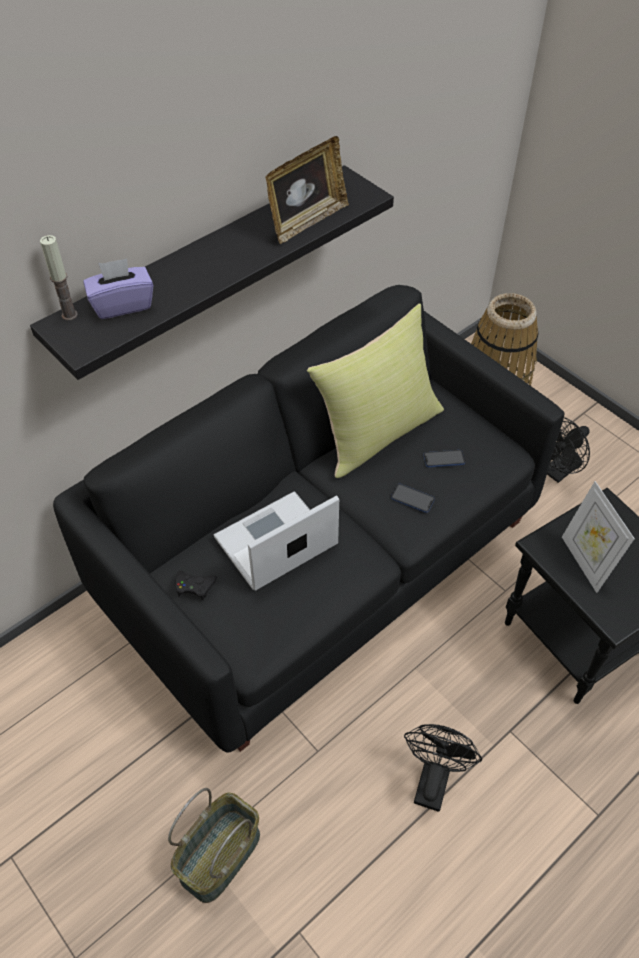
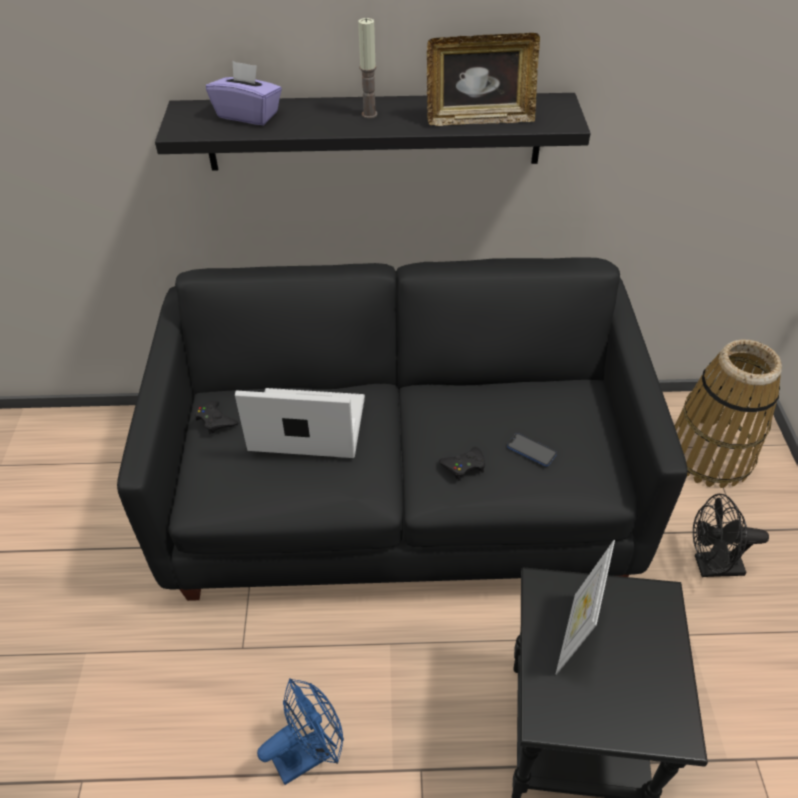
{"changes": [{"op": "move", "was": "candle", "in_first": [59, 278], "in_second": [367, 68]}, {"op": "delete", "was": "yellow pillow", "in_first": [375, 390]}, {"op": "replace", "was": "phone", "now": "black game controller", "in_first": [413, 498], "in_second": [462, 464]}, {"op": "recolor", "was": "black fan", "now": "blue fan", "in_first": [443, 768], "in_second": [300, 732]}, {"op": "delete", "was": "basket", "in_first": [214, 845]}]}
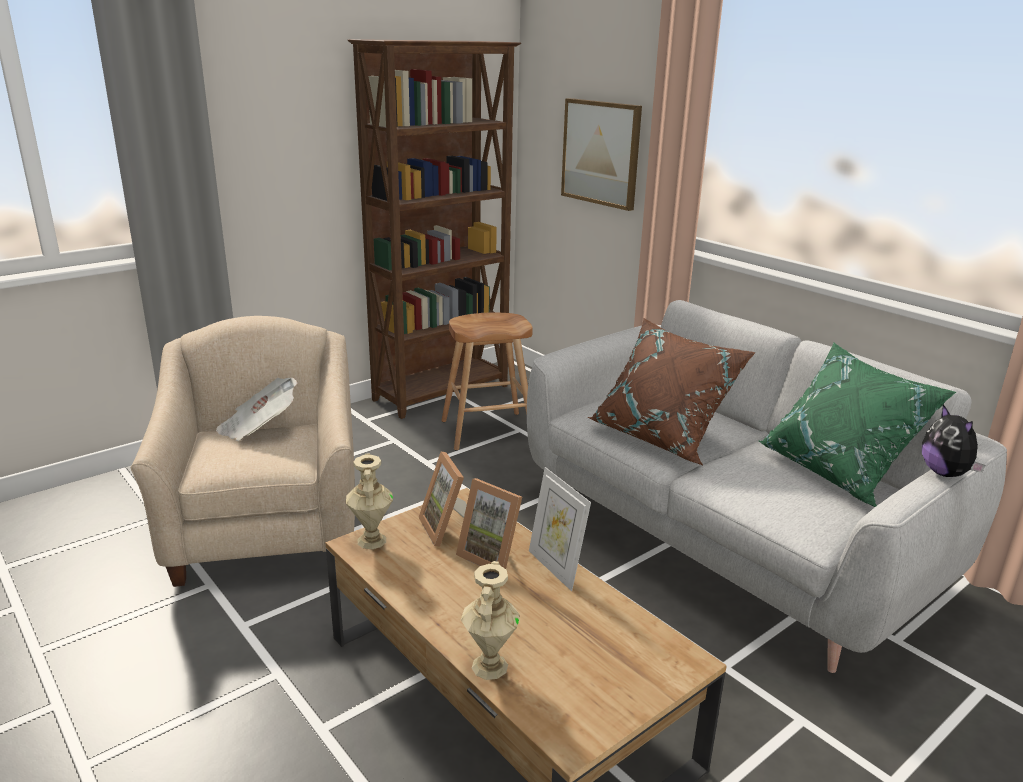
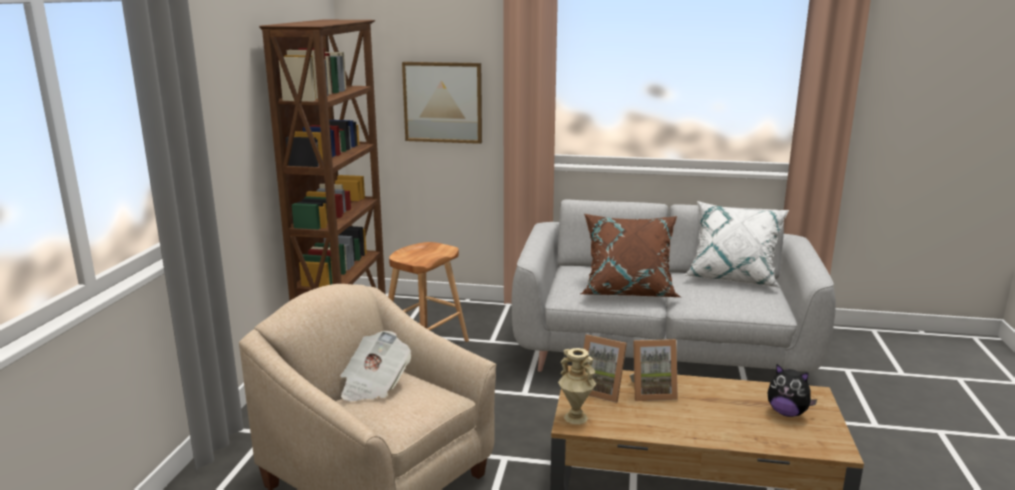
{"changes": [{"op": "recolor", "was": "green pillow", "now": "white pillow", "in_first": [857, 425], "in_second": [736, 244]}, {"op": "move", "was": "plush toy", "in_first": [954, 440], "in_second": [792, 390]}, {"op": "delete", "was": "picture frame", "in_first": [560, 529]}, {"op": "delete", "was": "beige vase", "in_first": [490, 620]}]}
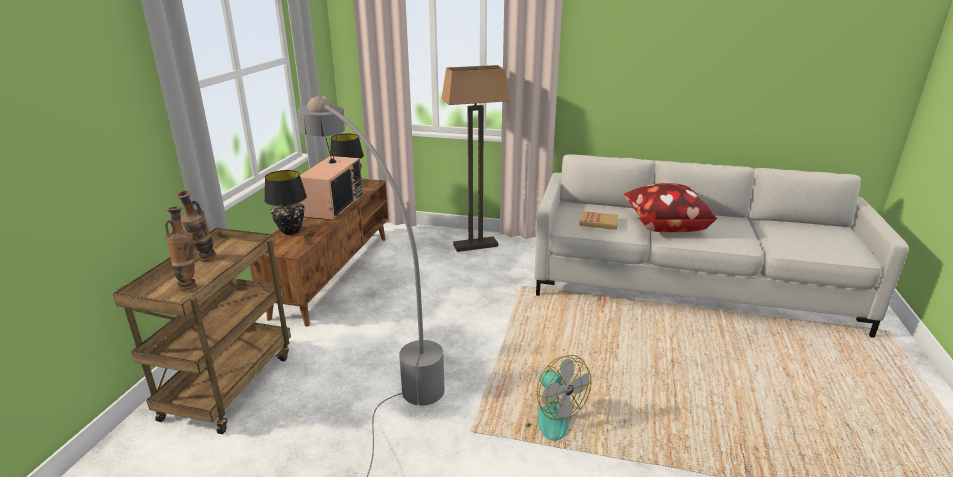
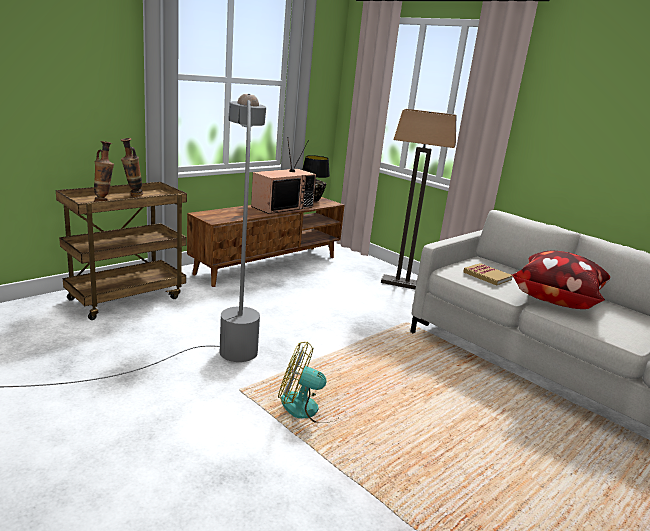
{"changes": [{"op": "delete", "was": "black table lamp", "in_first": [285, 202]}, {"op": "rotate", "was": "fan", "in_first": [558, 398], "in_second": [305, 382], "clockwise": 105}]}
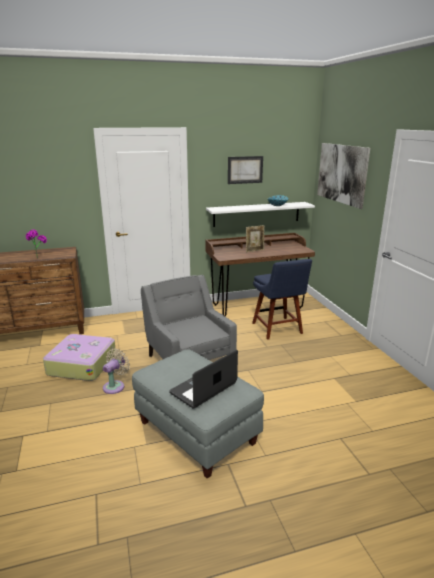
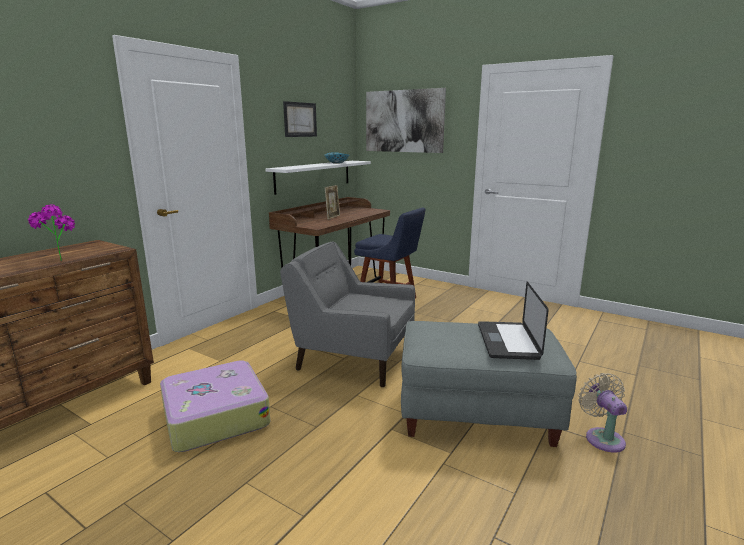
{"changes": [{"op": "move", "was": "beige fan", "in_first": [116, 371], "in_second": [602, 413]}]}
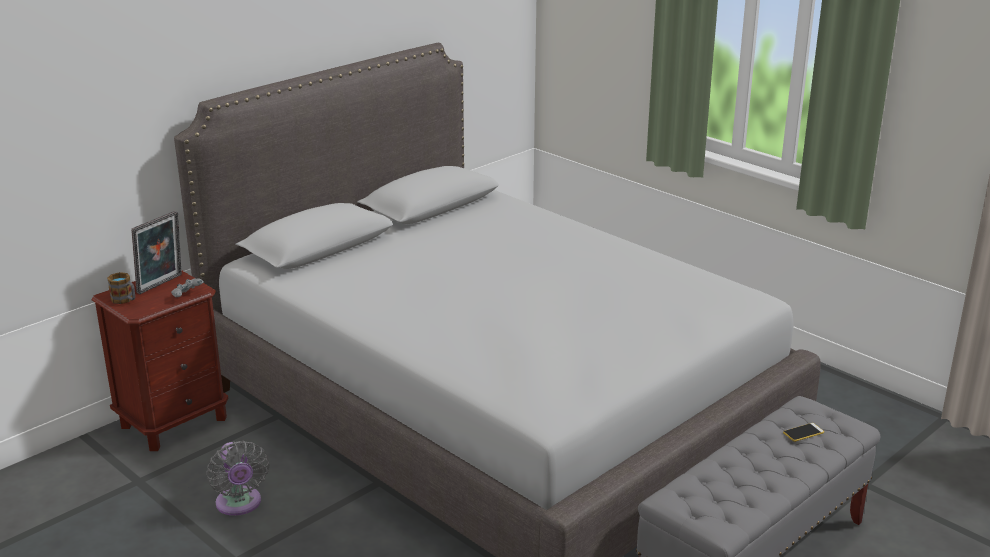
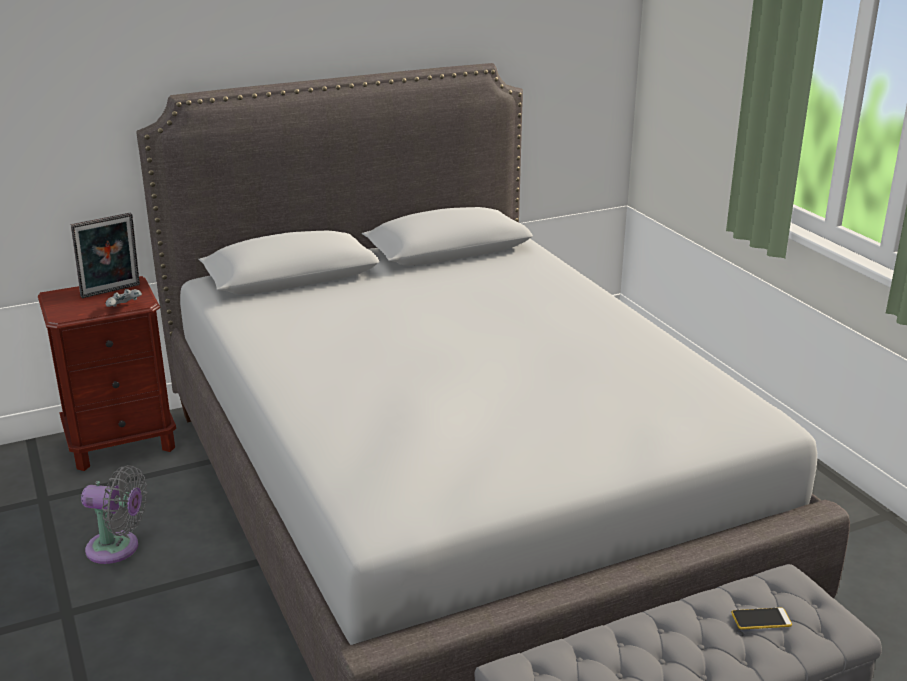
{"changes": [{"op": "delete", "was": "mug", "in_first": [121, 288]}, {"op": "rotate", "was": "grey fan", "in_first": [237, 478], "in_second": [114, 514], "clockwise": -75}]}
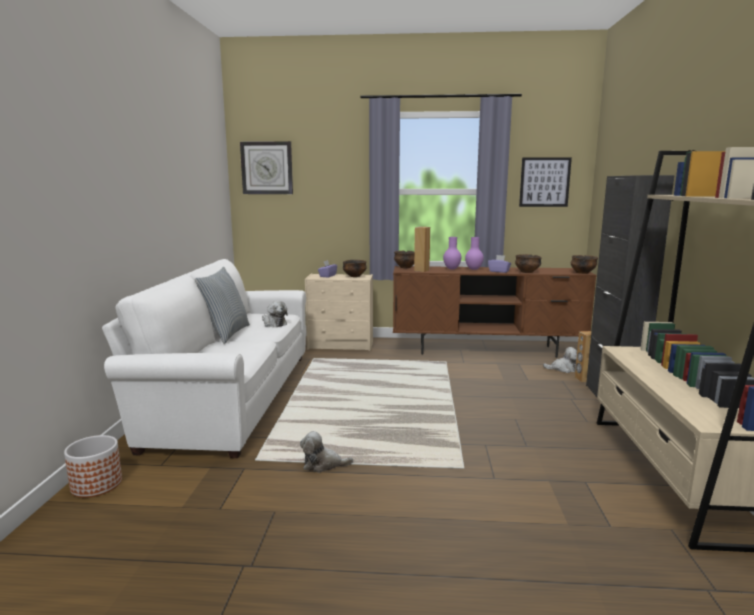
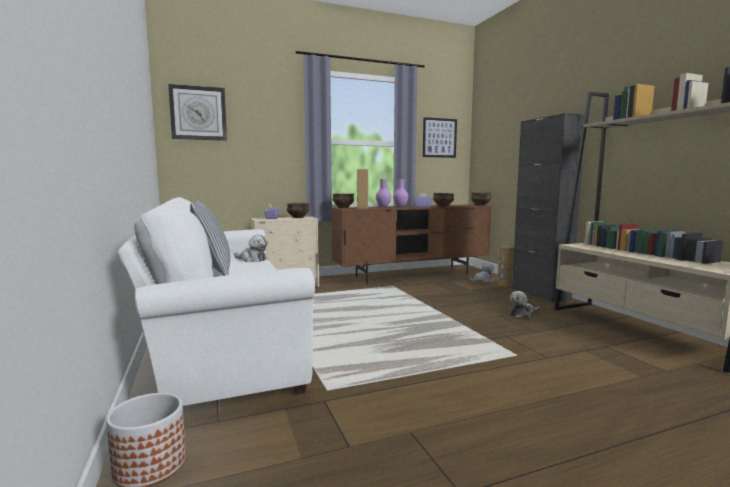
{"changes": [{"op": "move", "was": "plush toy", "in_first": [326, 452], "in_second": [525, 304]}]}
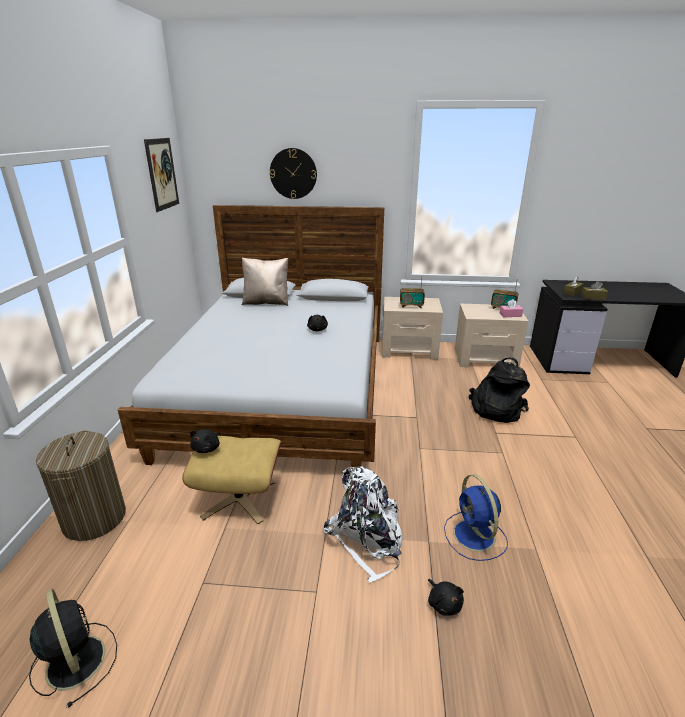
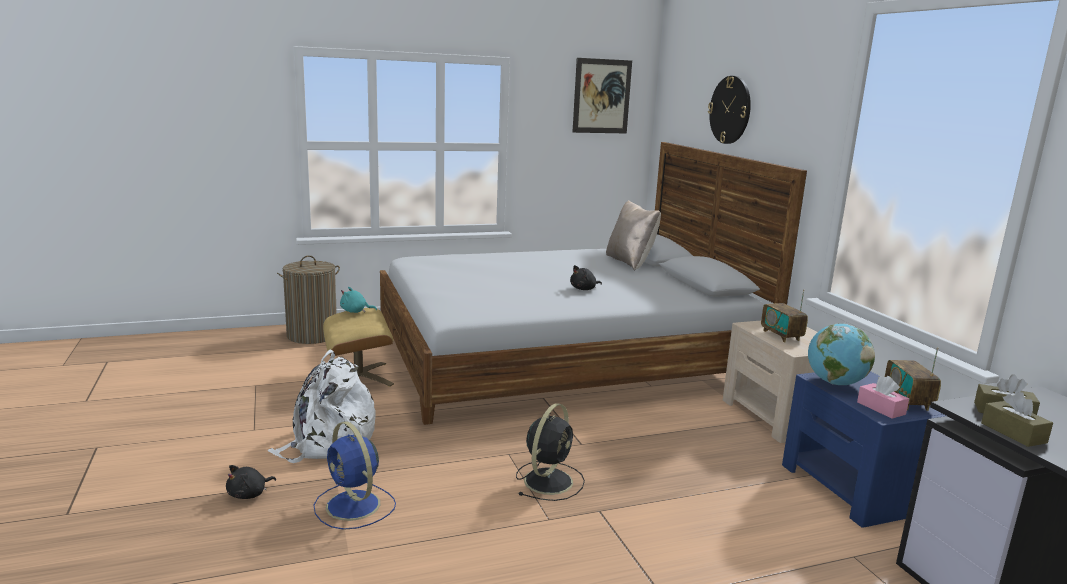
{"changes": [{"op": "recolor", "was": "beige nightstand", "now": "blue nightstand", "in_first": [491, 335], "in_second": [864, 449]}, {"op": "delete", "was": "black backpack", "in_first": [499, 390]}, {"op": "recolor", "was": "black plush toy", "now": "turquoise plush toy", "in_first": [205, 441], "in_second": [358, 300]}, {"op": "rotate", "was": "blue fan", "in_first": [476, 517], "in_second": [355, 475], "clockwise": -90}, {"op": "move", "was": "black fan", "in_first": [73, 648], "in_second": [550, 452]}, {"op": "insert", "now": "globe", "in_second": [841, 354]}]}
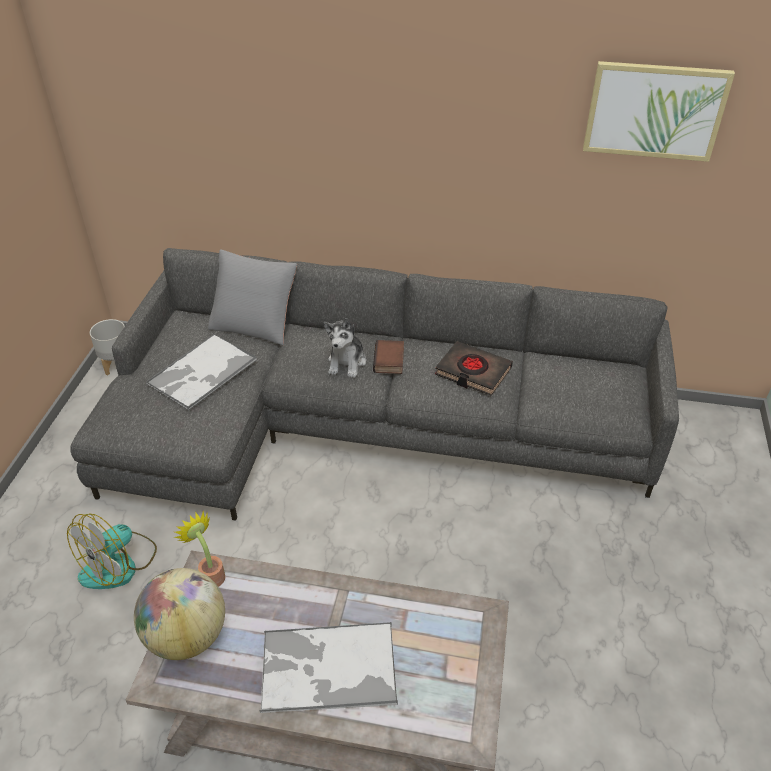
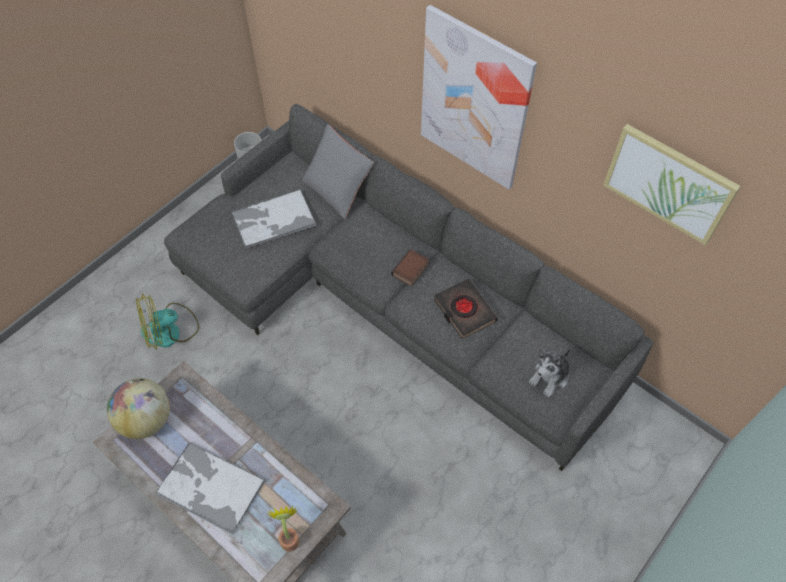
{"changes": [{"op": "move", "was": "plush toy", "in_first": [345, 348], "in_second": [550, 372]}, {"op": "move", "was": "potted plant", "in_first": [199, 549], "in_second": [282, 528]}, {"op": "insert", "now": "picture", "in_second": [479, 97]}]}
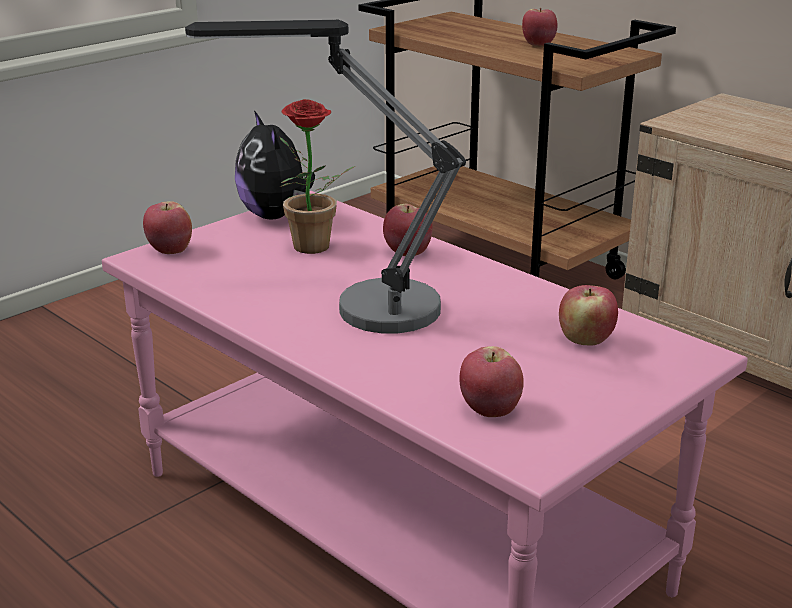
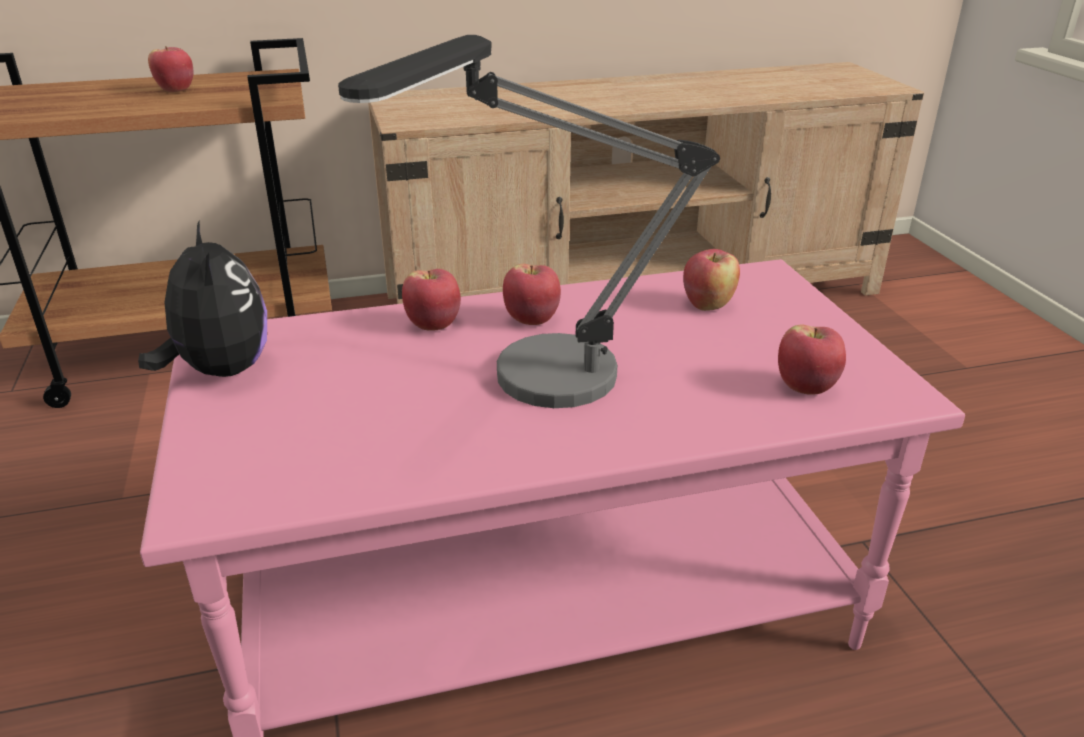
{"changes": [{"op": "delete", "was": "potted plant", "in_first": [317, 176]}, {"op": "rotate", "was": "plush toy", "in_first": [275, 165], "in_second": [202, 298], "clockwise": -120}, {"op": "move", "was": "apple", "in_first": [167, 227], "in_second": [532, 294]}]}
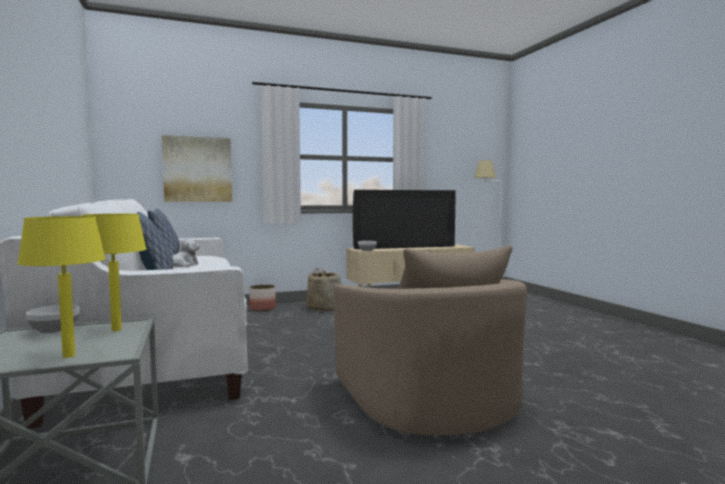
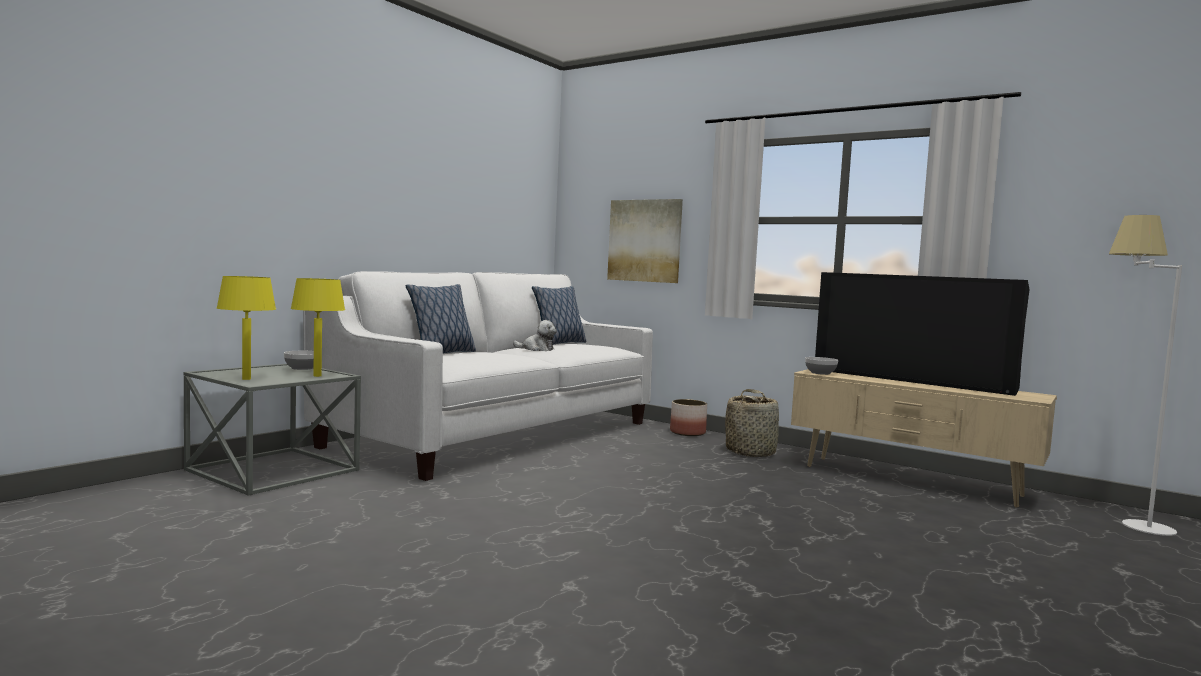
{"changes": [{"op": "delete", "was": "beige armchair", "in_first": [430, 340]}]}
